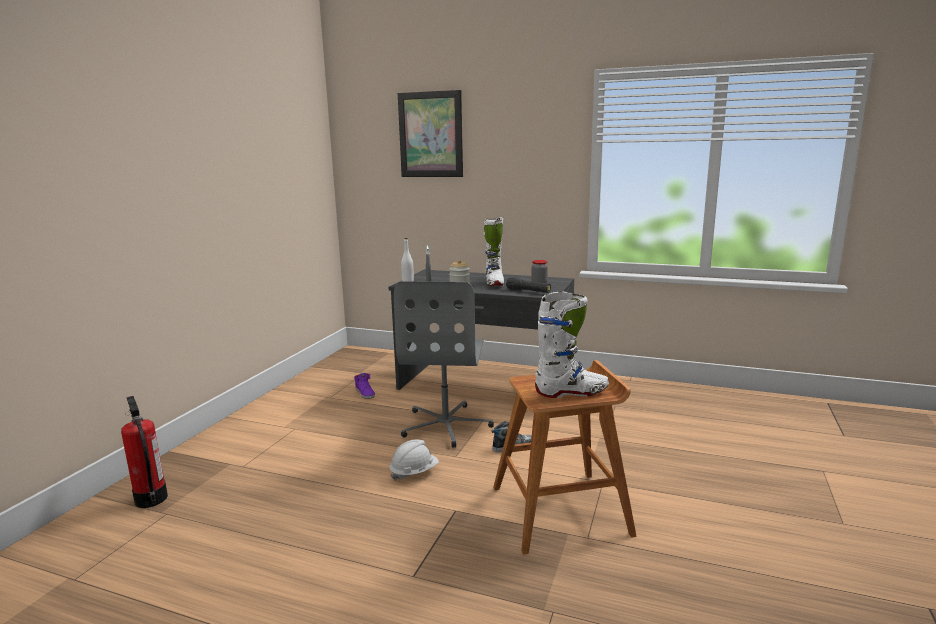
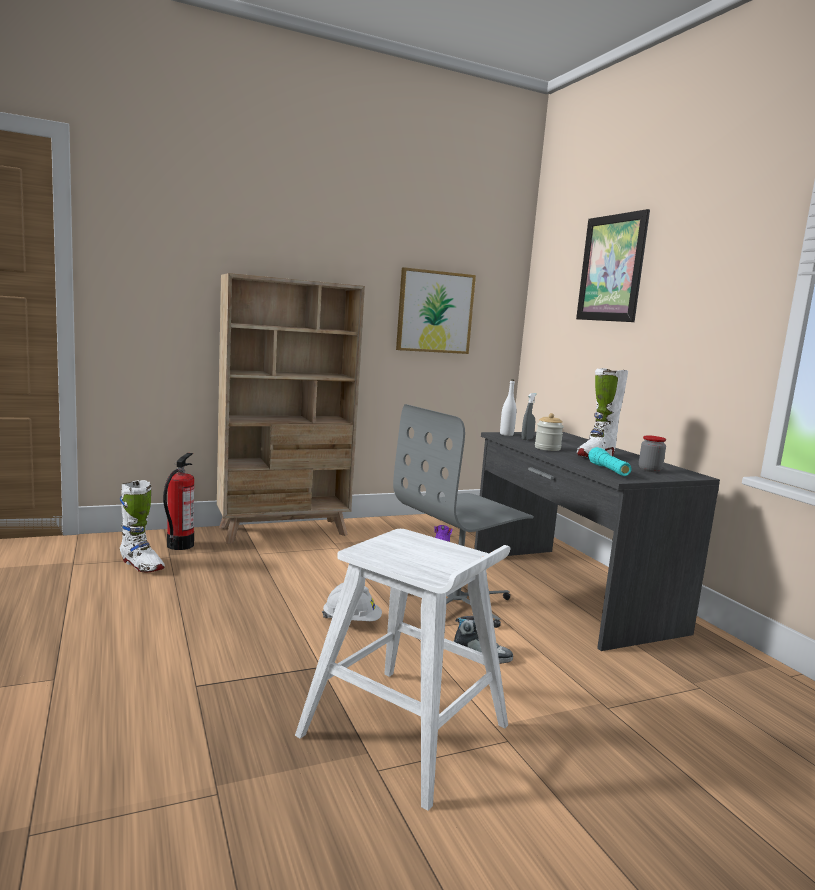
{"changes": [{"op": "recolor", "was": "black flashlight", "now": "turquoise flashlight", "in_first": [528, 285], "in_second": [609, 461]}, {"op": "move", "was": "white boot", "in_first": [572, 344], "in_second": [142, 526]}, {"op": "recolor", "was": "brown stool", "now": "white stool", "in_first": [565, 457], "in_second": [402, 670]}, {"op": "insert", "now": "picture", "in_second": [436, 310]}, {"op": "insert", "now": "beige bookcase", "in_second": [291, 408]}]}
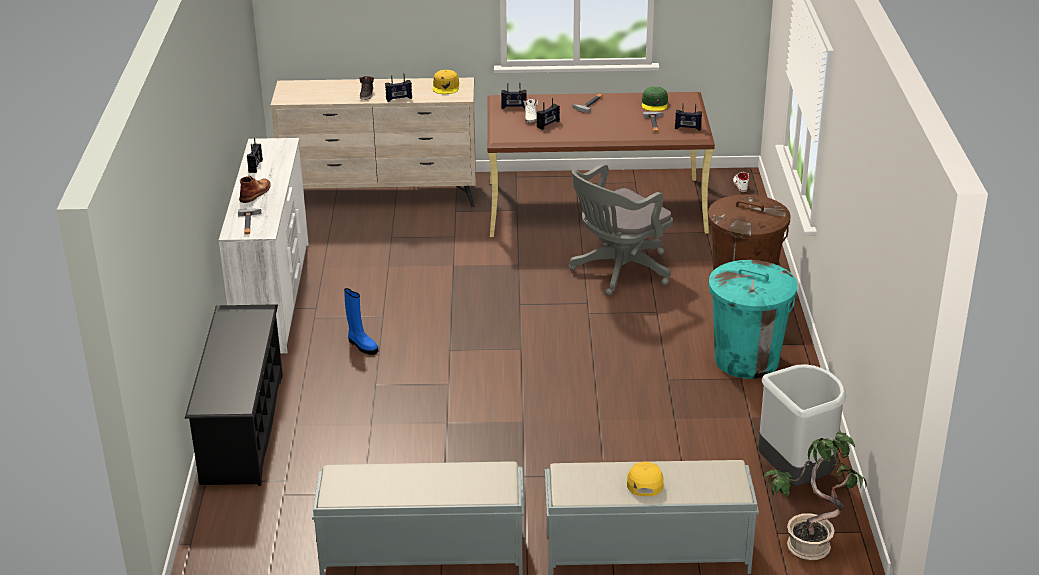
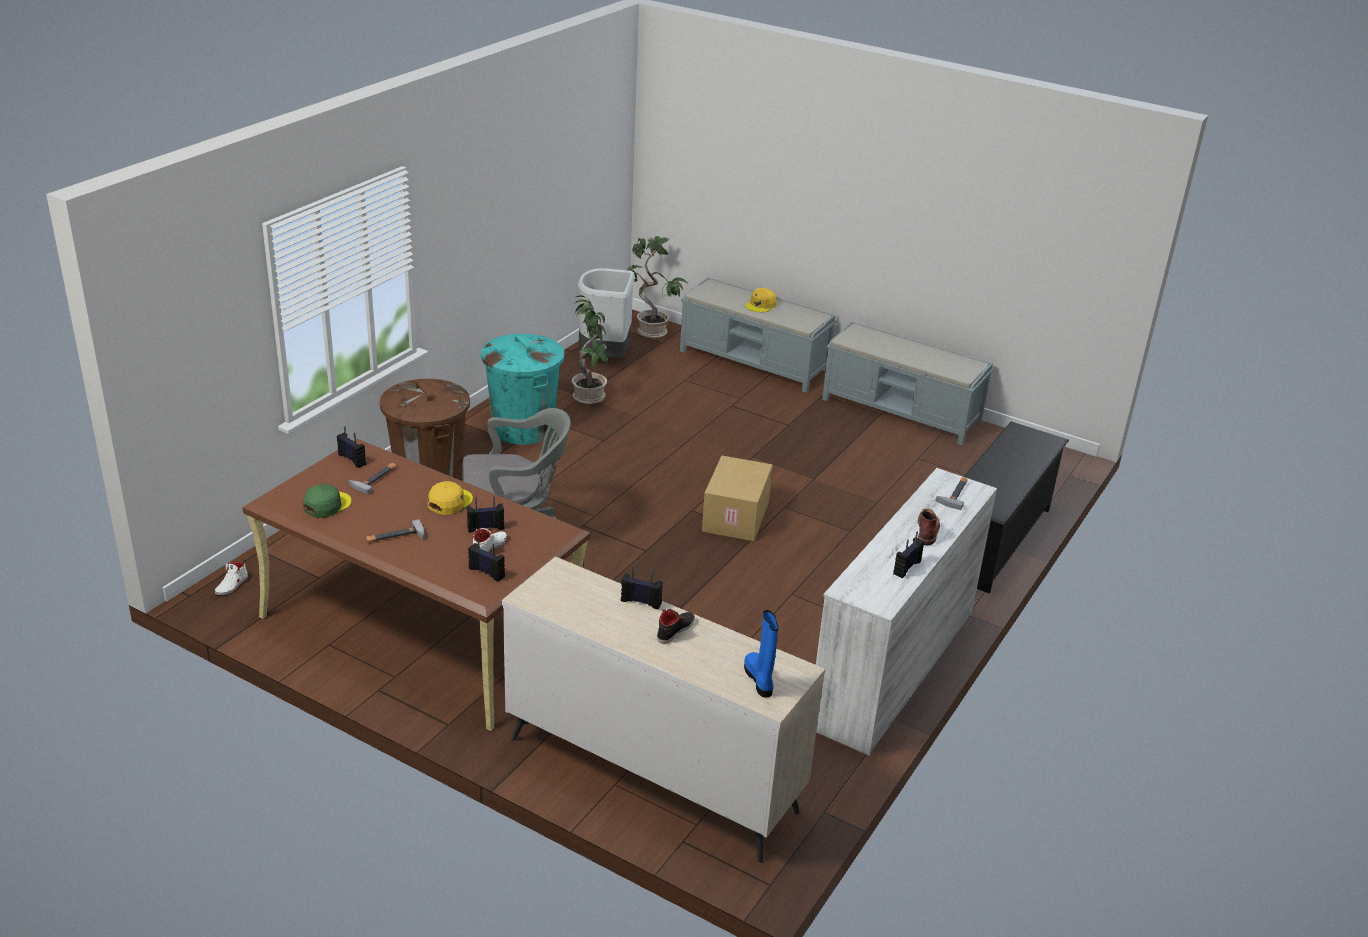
{"changes": [{"op": "move", "was": "yellow cap", "in_first": [446, 82], "in_second": [450, 498]}, {"op": "rotate", "was": "brown boot", "in_first": [255, 189], "in_second": [929, 527], "clockwise": 135}, {"op": "move", "was": "blue boot", "in_first": [361, 321], "in_second": [761, 654]}, {"op": "insert", "now": "potted plant", "in_second": [590, 349]}, {"op": "insert", "now": "cardboard box", "in_second": [737, 498]}]}
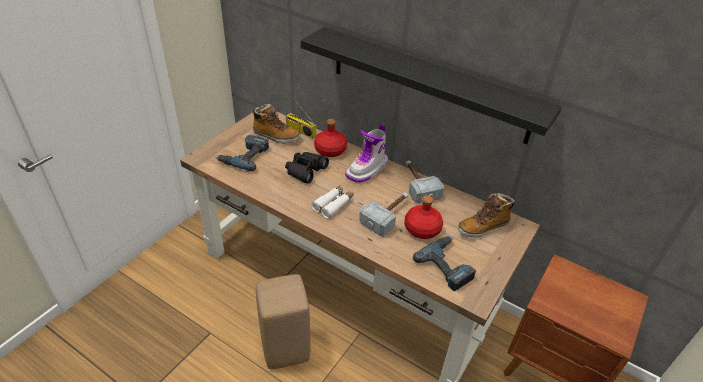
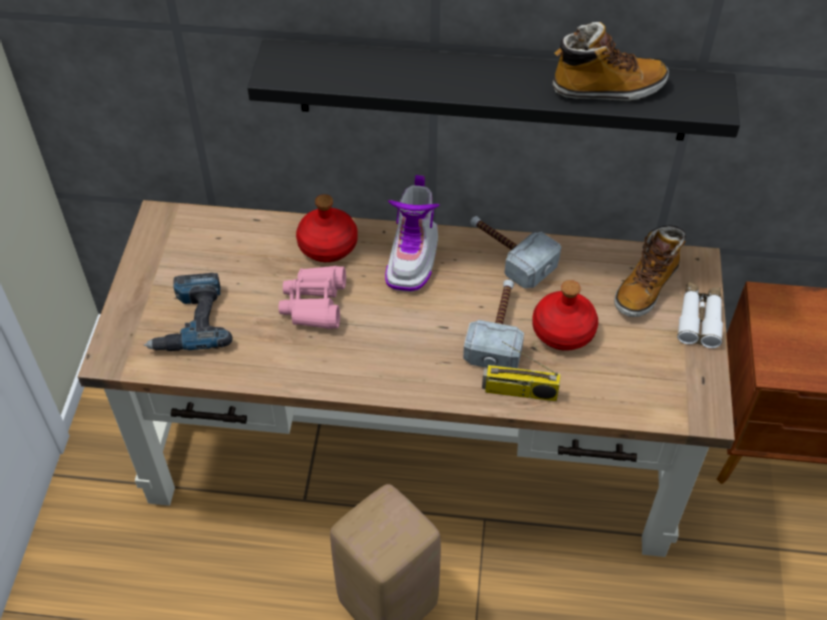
{"changes": [{"op": "move", "was": "radio", "in_first": [301, 118], "in_second": [521, 371]}, {"op": "move", "was": "boot", "in_first": [276, 124], "in_second": [610, 61]}, {"op": "recolor", "was": "black binoculars", "now": "pink binoculars", "in_first": [307, 168], "in_second": [312, 297]}, {"op": "move", "was": "white binoculars", "in_first": [332, 201], "in_second": [700, 315]}, {"op": "delete", "was": "power drill", "in_first": [445, 263]}]}
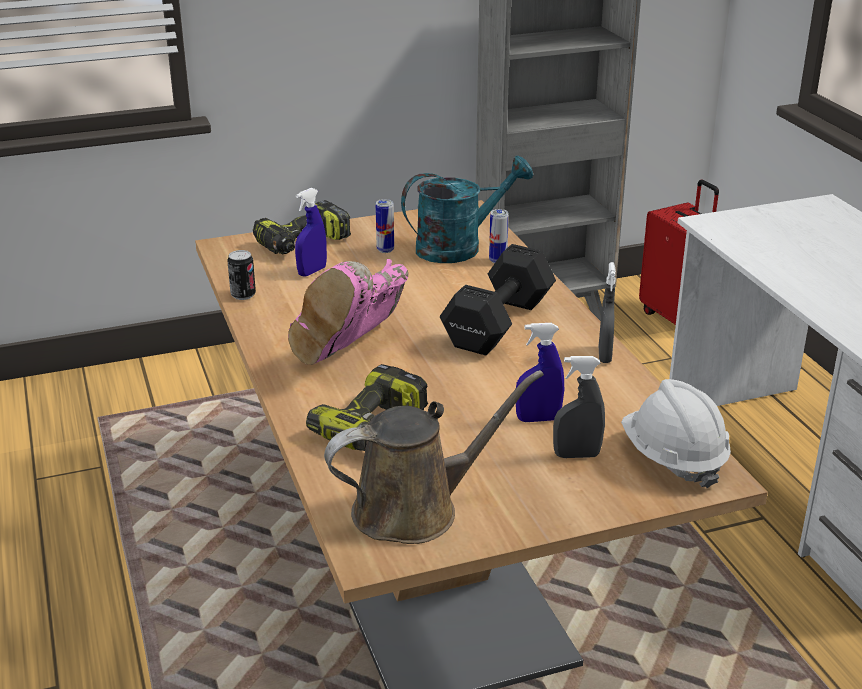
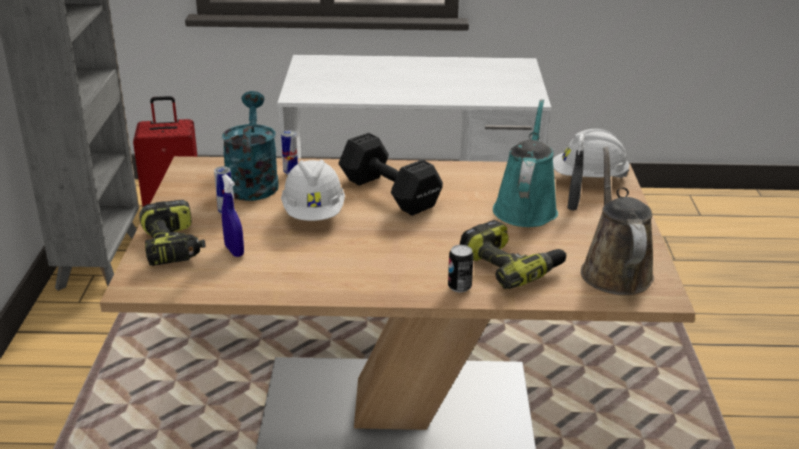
{"changes": [{"op": "move", "was": "can", "in_first": [241, 275], "in_second": [461, 268]}, {"op": "delete", "was": "pink boot", "in_first": [348, 312]}, {"op": "delete", "was": "grey spray bottle", "in_first": [607, 312]}, {"op": "replace", "was": "blue spray bottle", "now": "turquoise watering can", "in_first": [540, 372], "in_second": [525, 163]}, {"op": "insert", "now": "white hard hat", "in_second": [313, 190]}]}
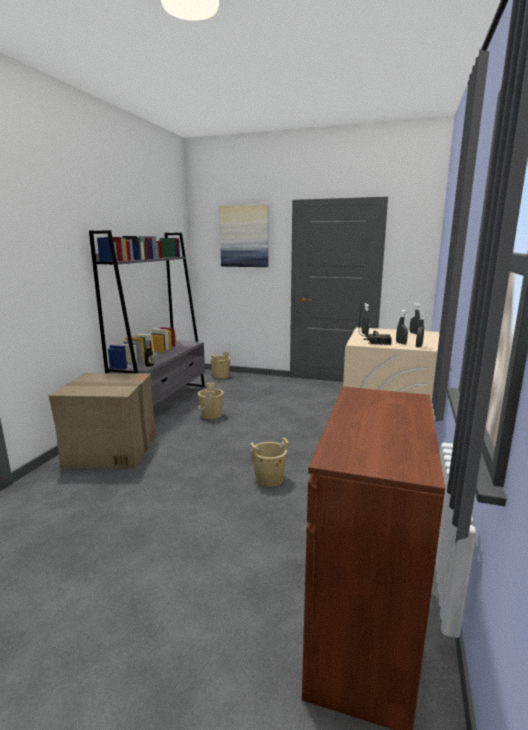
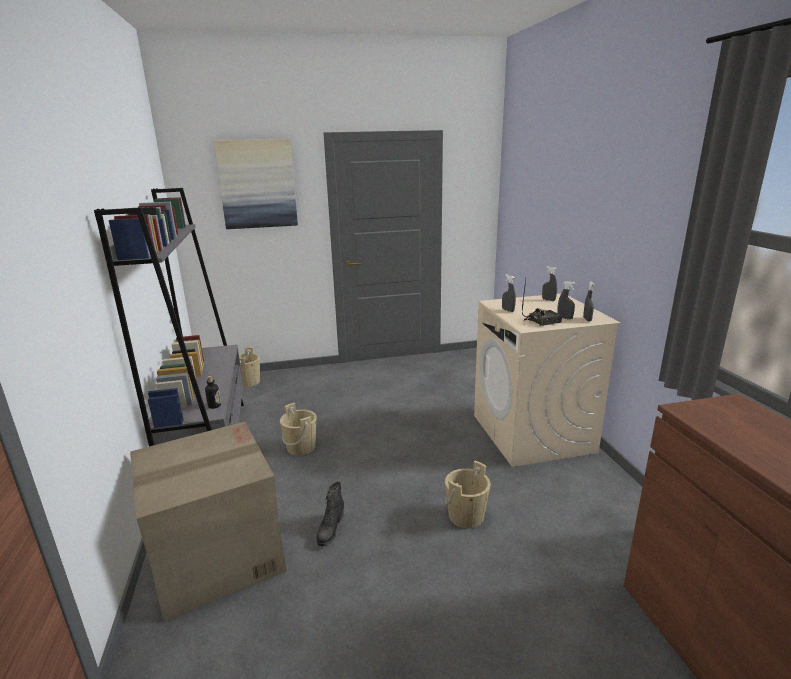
{"changes": [{"op": "insert", "now": "black boot", "in_second": [330, 514]}]}
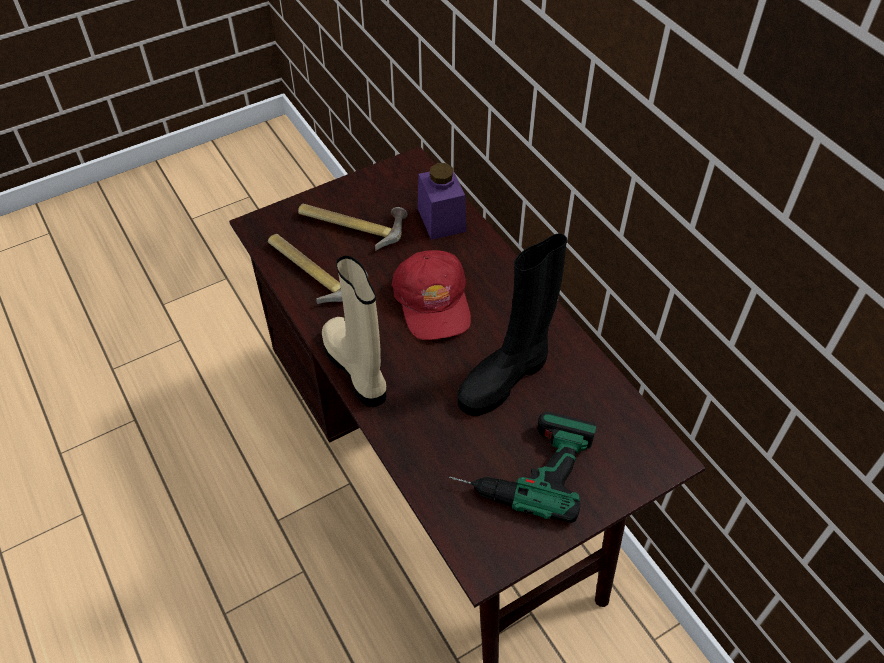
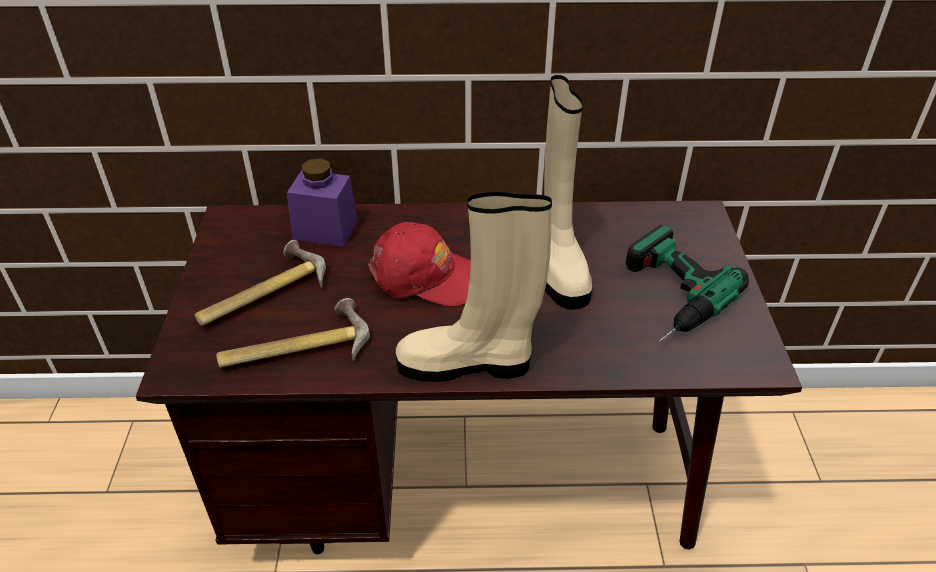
{"changes": [{"op": "recolor", "was": "black boot", "now": "beige boot", "in_first": [512, 324], "in_second": [568, 192]}]}
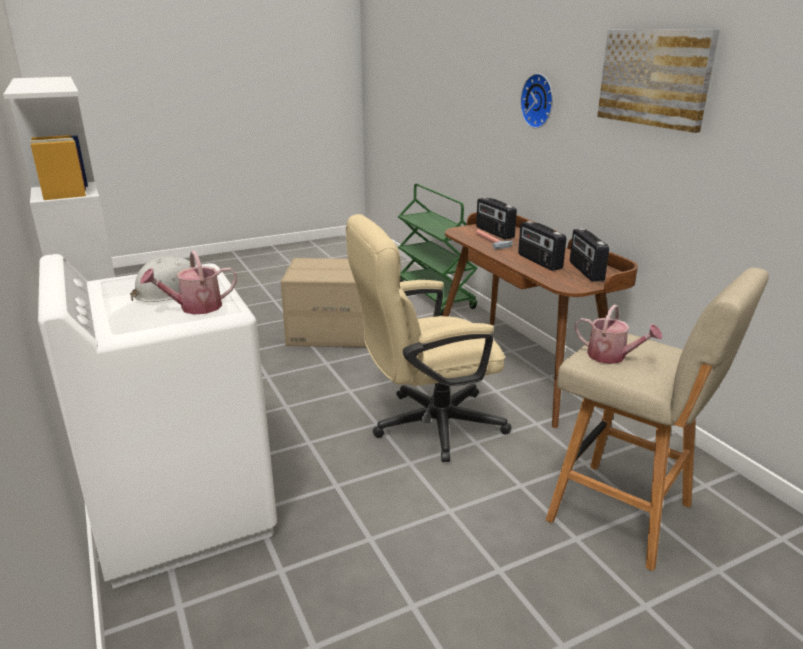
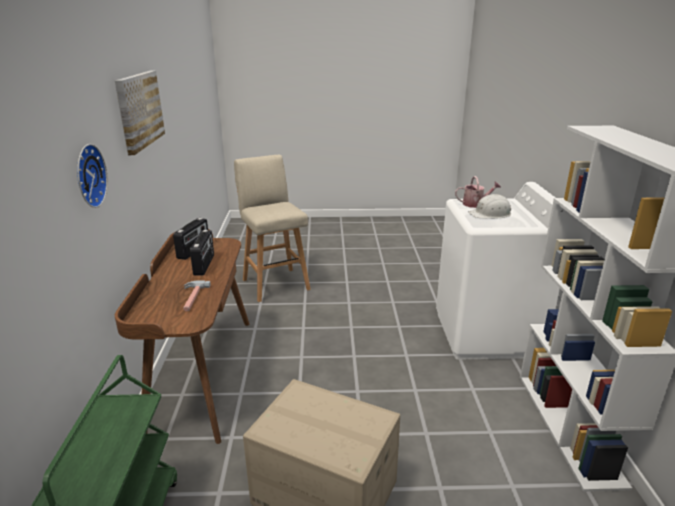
{"changes": [{"op": "delete", "was": "radio", "in_first": [496, 218]}, {"op": "delete", "was": "beige office chair", "in_first": [429, 338]}, {"op": "delete", "was": "watering can", "in_first": [618, 334]}]}
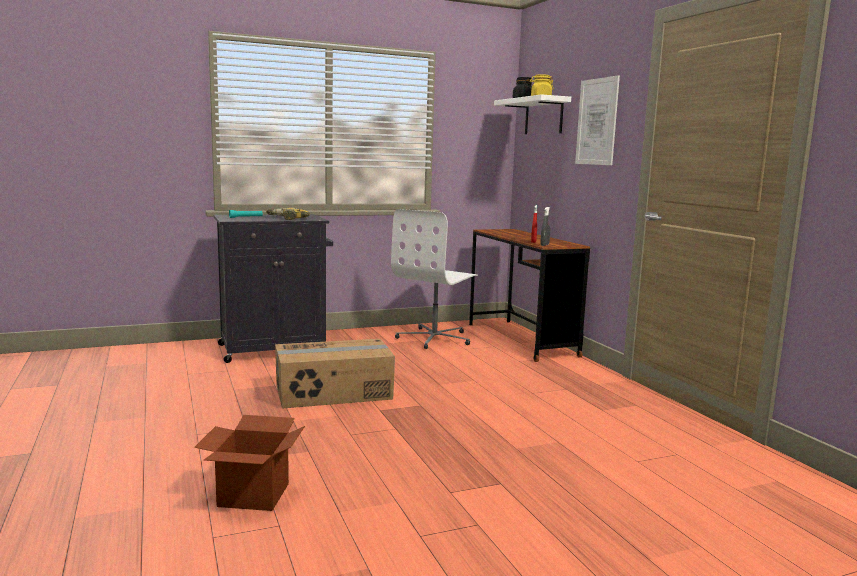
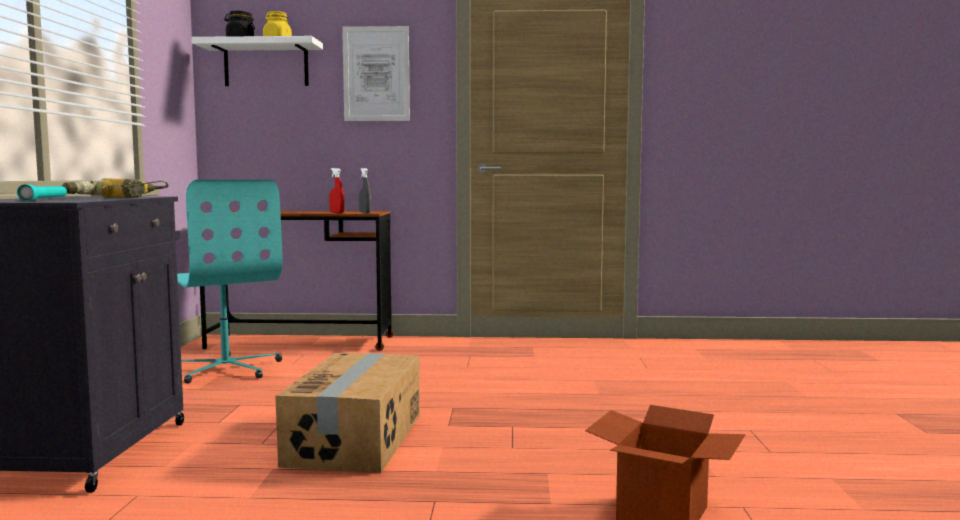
{"changes": [{"op": "recolor", "was": "white office chair", "now": "turquoise office chair", "in_first": [434, 279], "in_second": [230, 281]}]}
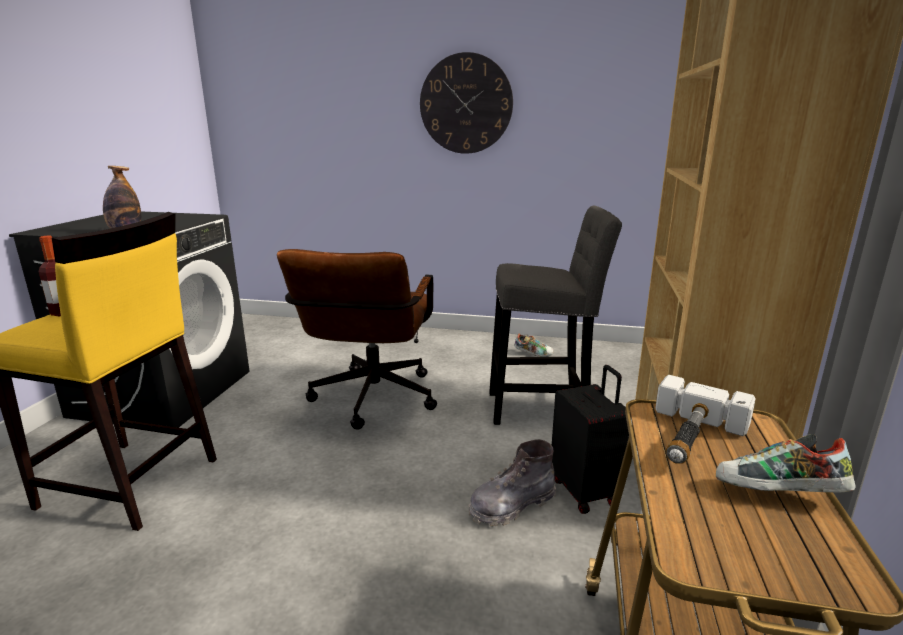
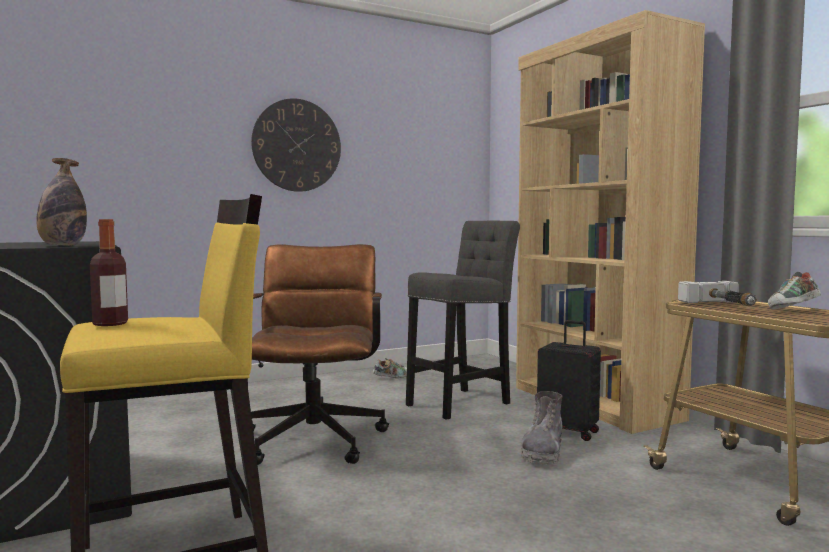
{"changes": [{"op": "rotate", "was": "brown office chair", "in_first": [357, 339], "in_second": [320, 354], "clockwise": -150}]}
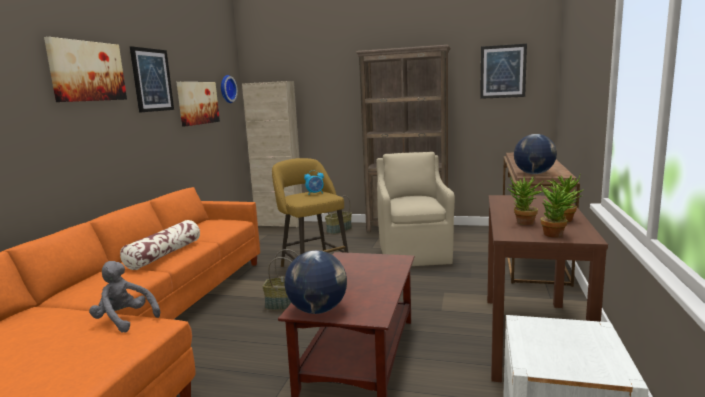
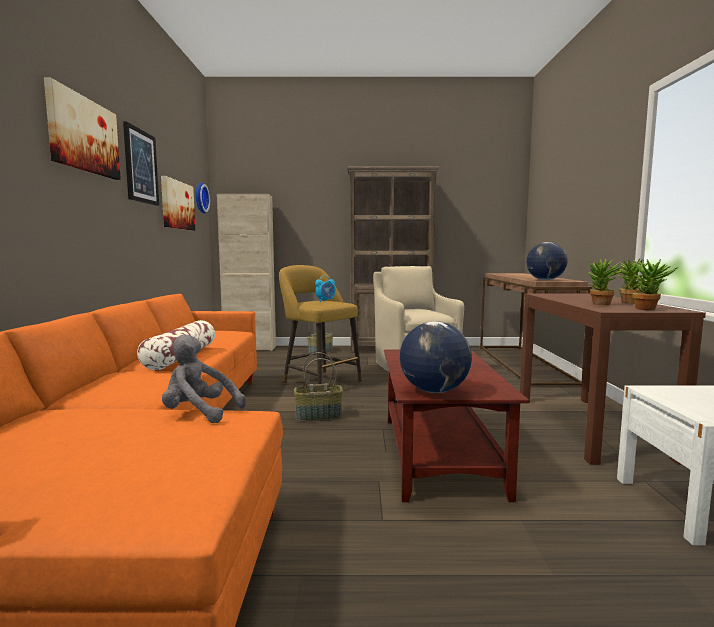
{"changes": [{"op": "delete", "was": "picture", "in_first": [503, 71]}]}
